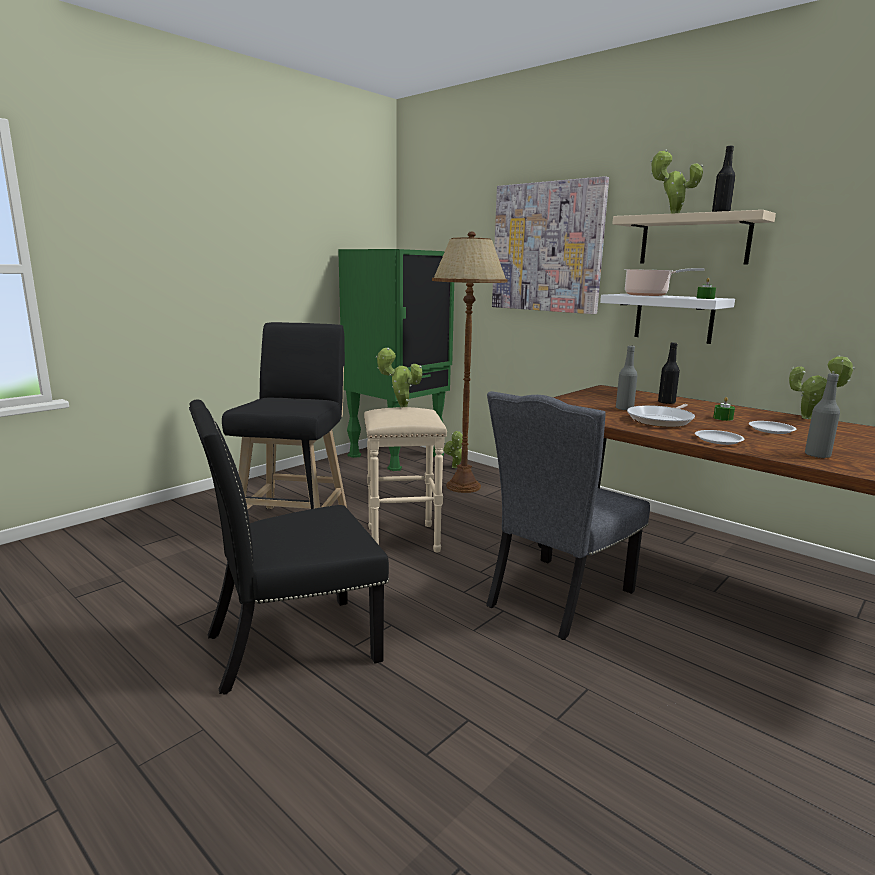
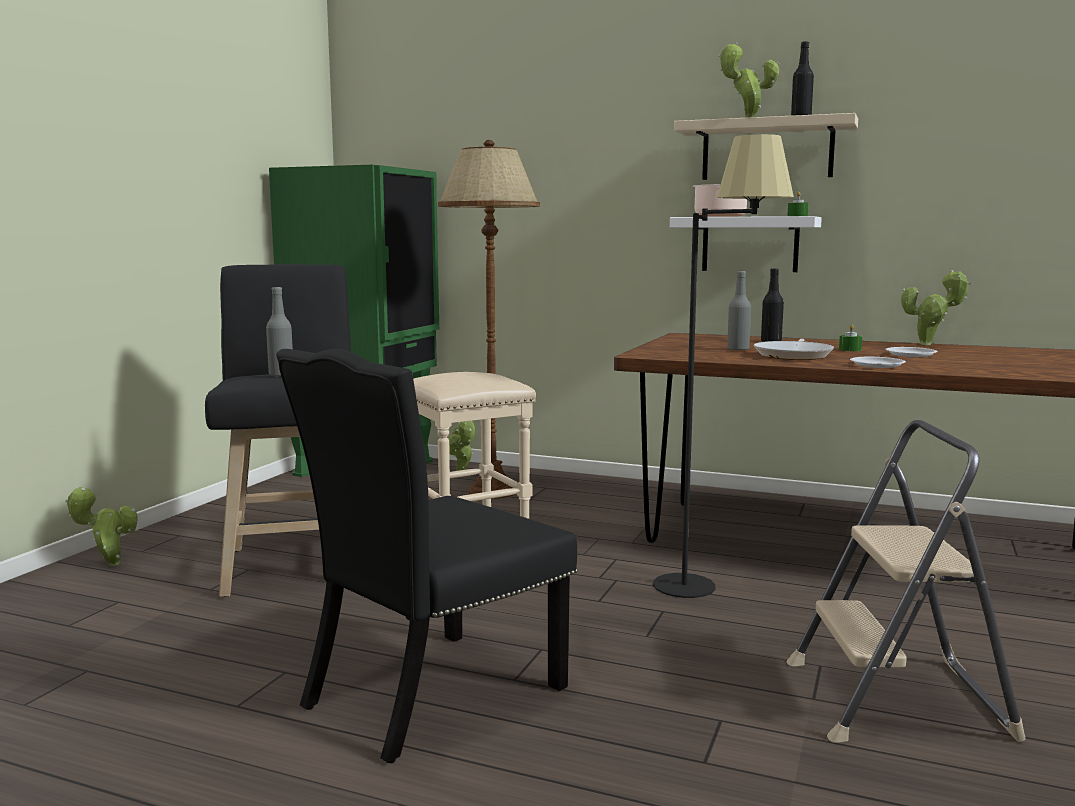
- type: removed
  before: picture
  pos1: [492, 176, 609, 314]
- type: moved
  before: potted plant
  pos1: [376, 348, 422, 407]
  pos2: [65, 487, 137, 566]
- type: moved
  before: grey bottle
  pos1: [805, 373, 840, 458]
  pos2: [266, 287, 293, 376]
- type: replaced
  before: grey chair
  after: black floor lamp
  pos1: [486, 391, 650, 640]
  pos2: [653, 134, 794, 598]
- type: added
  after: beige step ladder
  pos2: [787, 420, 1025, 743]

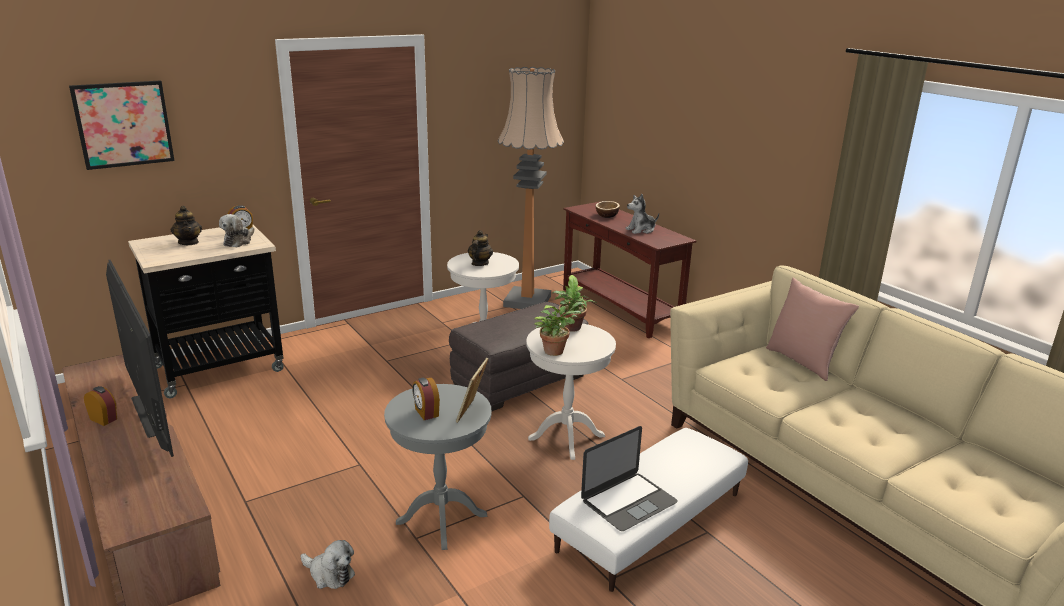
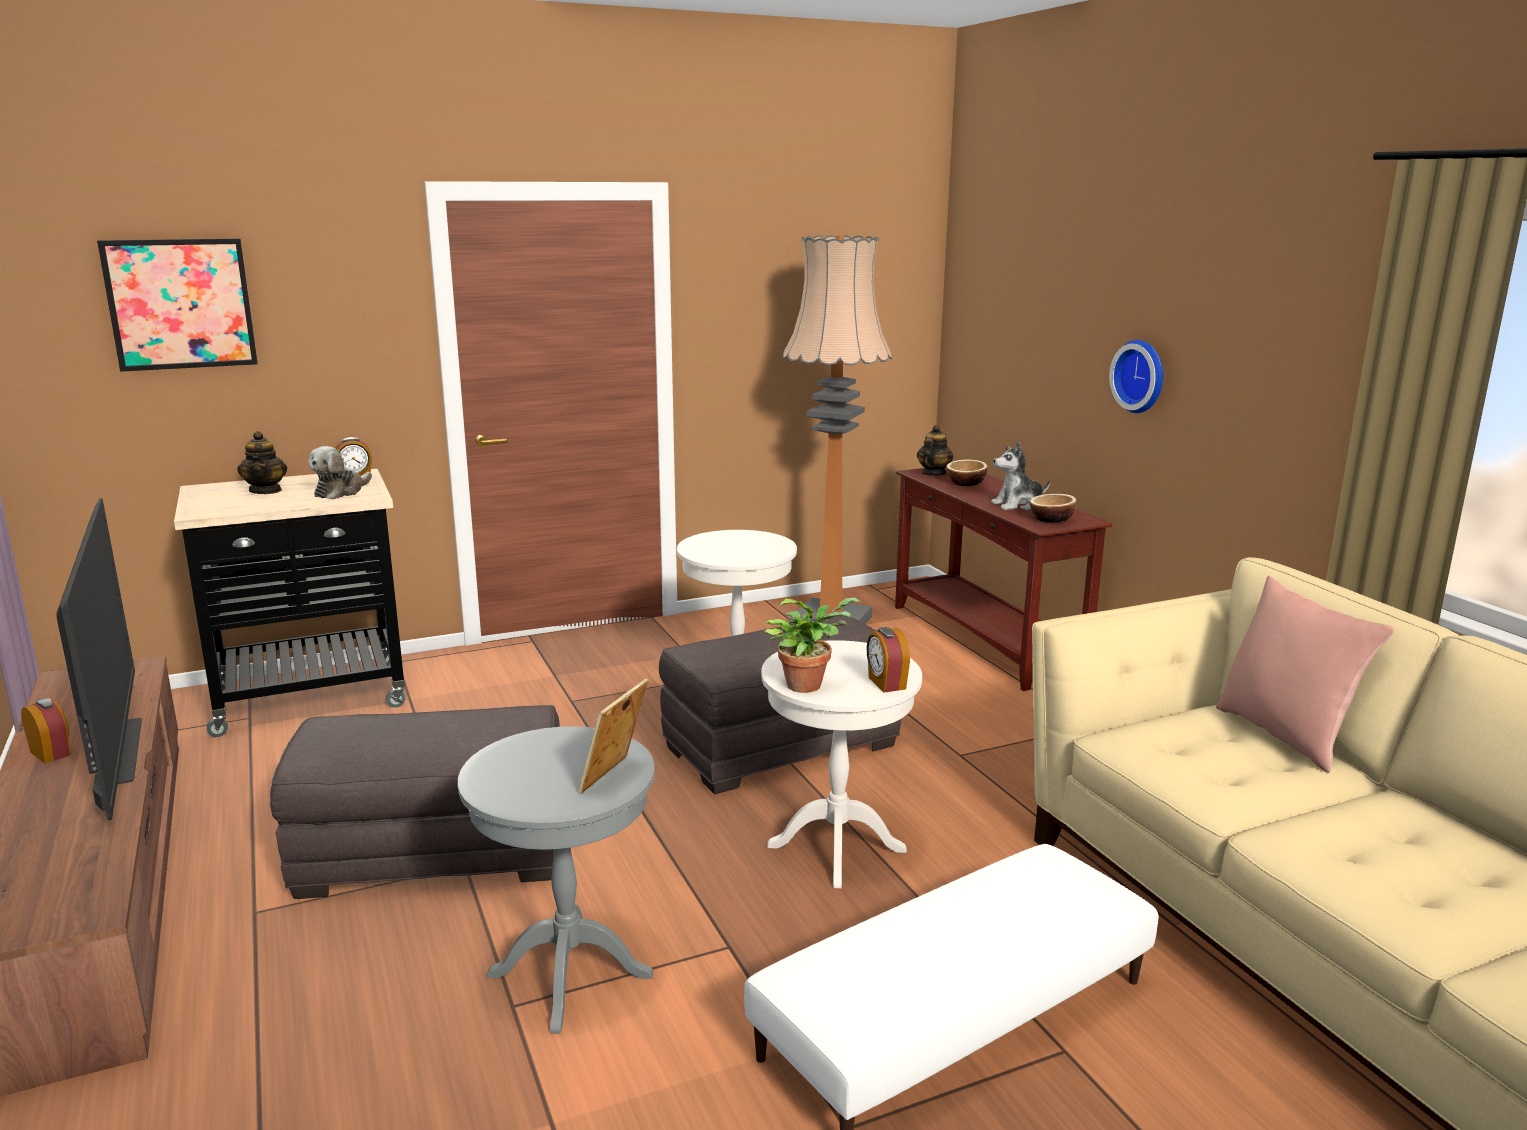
- type: moved
  before: teapot
  pos1: [468, 230, 493, 266]
  pos2: [917, 425, 953, 476]
- type: removed
  before: potted plant
  pos1: [552, 275, 597, 332]
- type: moved
  before: alarm clock
  pos1: [412, 378, 440, 420]
  pos2: [867, 627, 910, 693]
- type: removed
  before: laptop
  pos1: [581, 426, 678, 531]
- type: removed
  before: plush toy
  pos1: [301, 540, 355, 589]
- type: added
  after: wall clock
  pos2: [1109, 340, 1163, 413]
- type: added
  after: bowl
  pos2: [1030, 494, 1076, 523]
- type: added
  after: grey ottoman
  pos2: [270, 705, 560, 899]

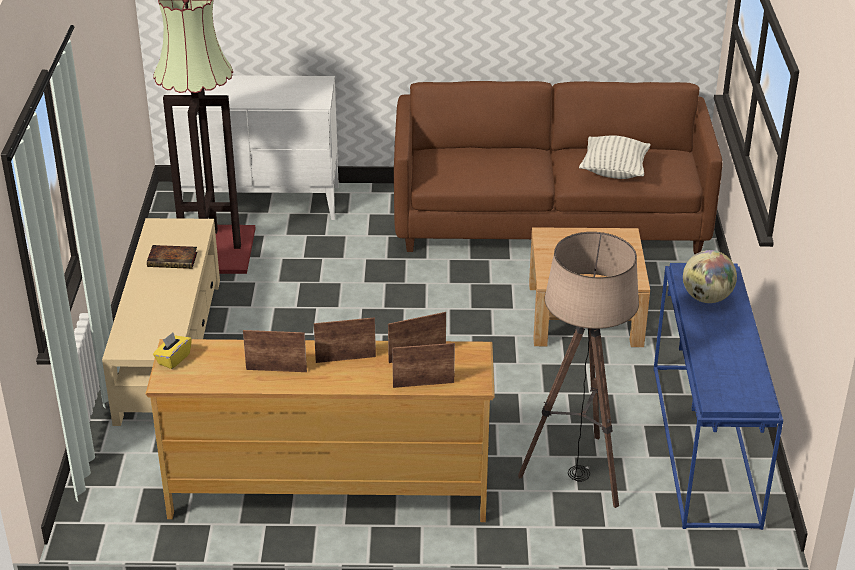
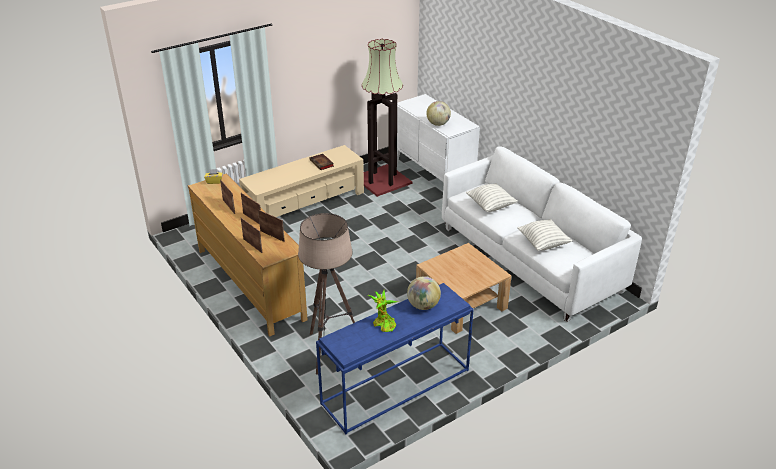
- type: recoloured
  before: brown sofa
  after: white sofa
  pos1: [394, 81, 722, 254]
  pos2: [442, 146, 642, 322]
- type: added
  after: globe
  pos2: [426, 101, 451, 126]
- type: added
  after: pillow
  pos2: [466, 183, 518, 212]
- type: added
  after: potted plant
  pos2: [368, 290, 398, 332]

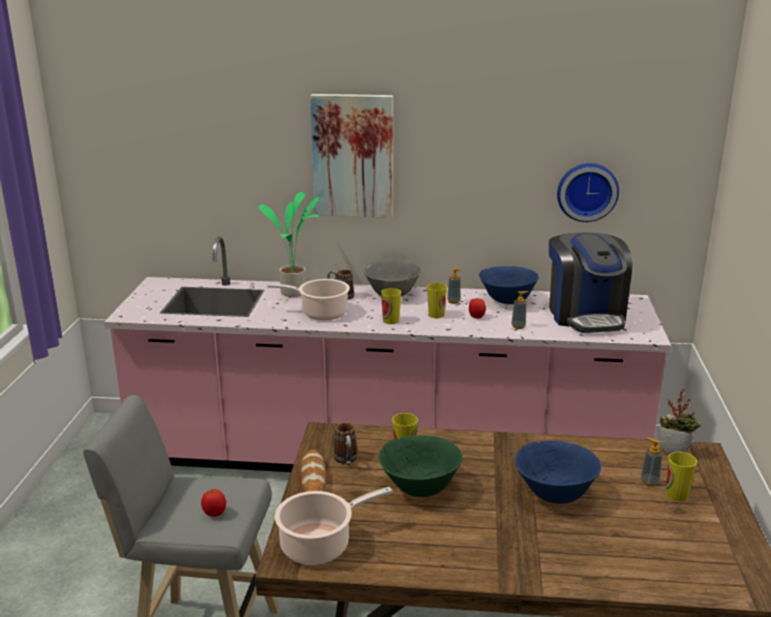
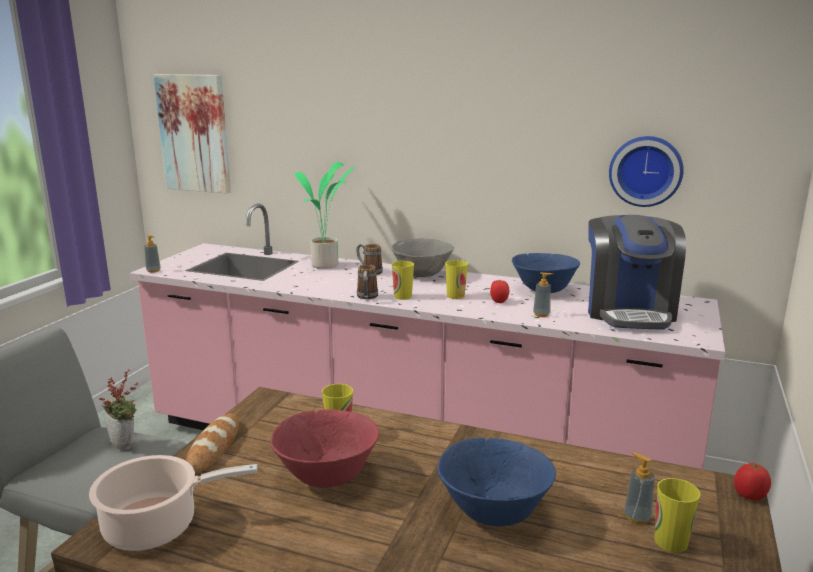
- type: moved
  before: picture
  pos1: [310, 94, 393, 218]
  pos2: [153, 74, 231, 194]
- type: moved
  before: soap dispenser
  pos1: [447, 268, 462, 304]
  pos2: [144, 235, 161, 273]
- type: removed
  before: cooking pot
  pos1: [267, 279, 350, 320]
- type: moved
  before: potted plant
  pos1: [659, 389, 701, 455]
  pos2: [99, 369, 139, 450]
- type: moved
  before: mug
  pos1: [333, 422, 358, 465]
  pos2: [357, 264, 378, 299]
- type: recoloured
  before: green bowl
  after: red bowl
  pos1: [379, 435, 462, 497]
  pos2: [271, 410, 379, 488]
- type: moved
  before: tomato
  pos1: [201, 489, 226, 517]
  pos2: [734, 463, 771, 500]

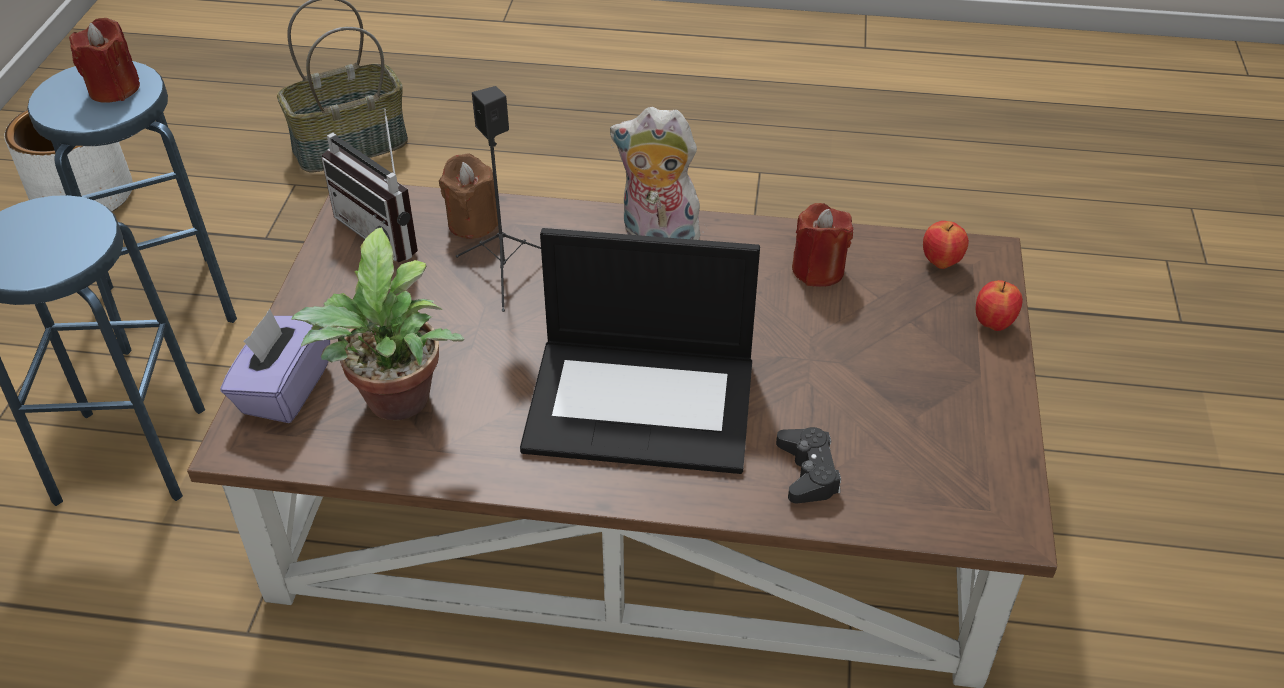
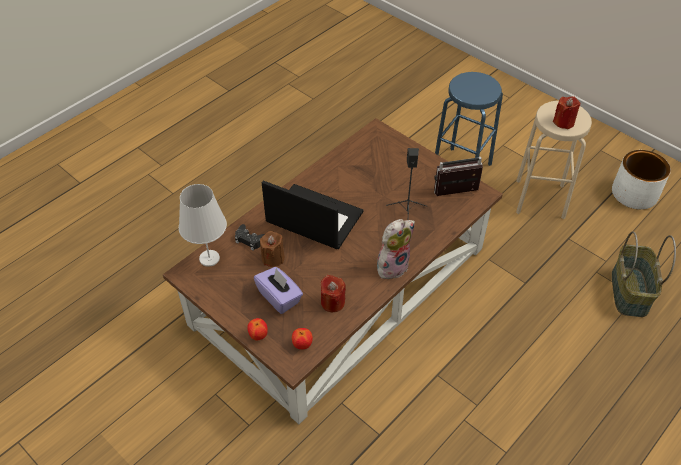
- type: recoloured
  before: blue stool
  after: beige stool
  pos1: [27, 61, 237, 355]
  pos2: [516, 101, 592, 219]
- type: moved
  before: brown candle
  pos1: [439, 153, 498, 239]
  pos2: [260, 231, 285, 267]
- type: removed
  before: potted plant
  pos1: [291, 227, 465, 420]
- type: turned
  before: laptop
  pos1: [520, 228, 760, 474]
  pos2: [262, 181, 363, 249]
  turn: 75
- type: moved
  before: purple tissue box
  pos1: [220, 309, 330, 423]
  pos2: [254, 267, 303, 314]
- type: added
  after: white table lamp
  pos2: [179, 184, 227, 267]

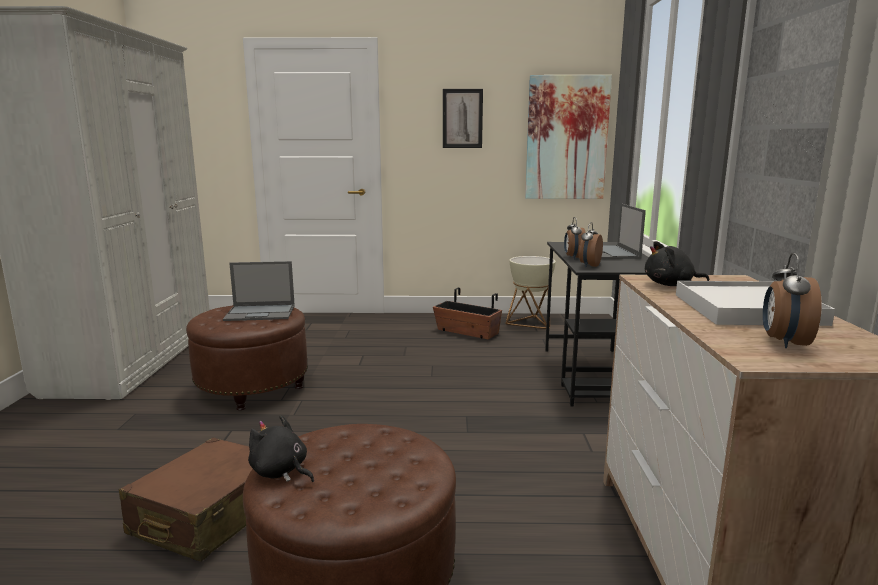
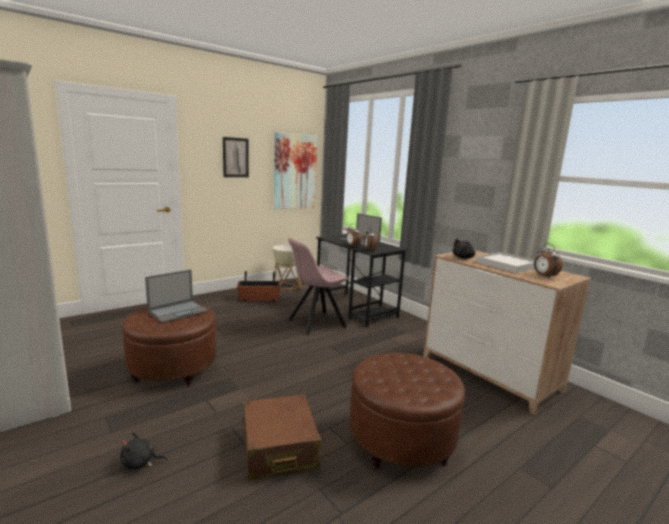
- type: moved
  before: black plush toy
  pos1: [248, 415, 314, 482]
  pos2: [120, 432, 167, 469]
- type: added
  after: pink chair
  pos2: [288, 238, 348, 335]

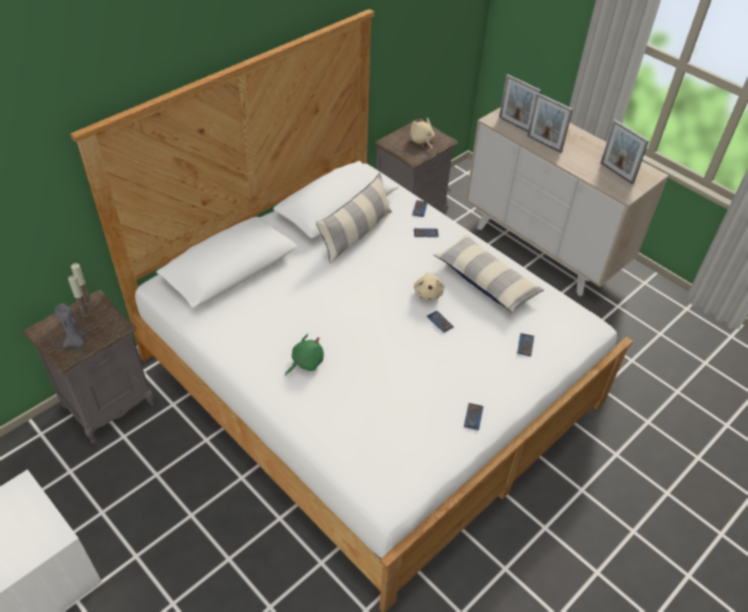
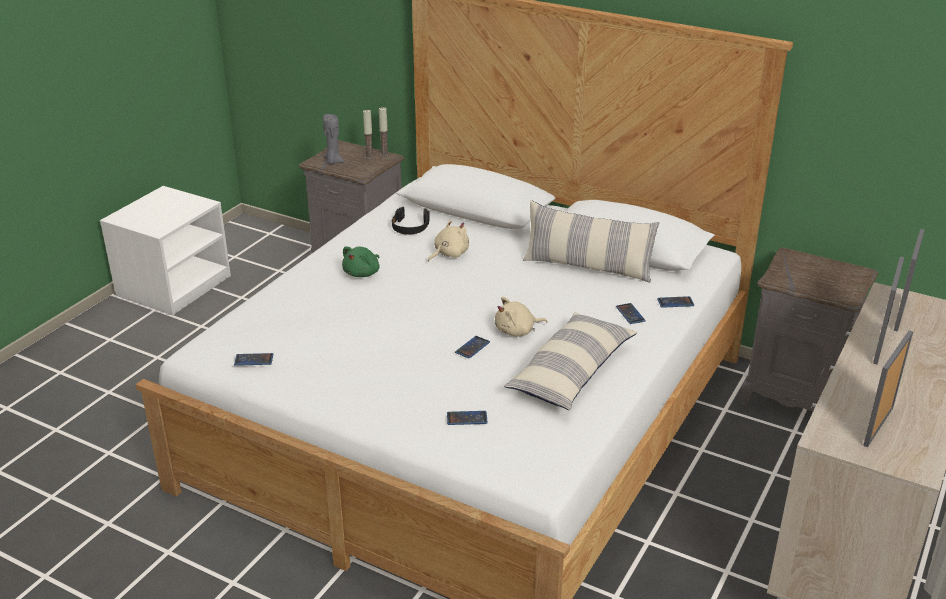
- type: moved
  before: beige plush toy
  pos1: [410, 118, 435, 150]
  pos2: [428, 220, 469, 262]
- type: turned
  before: green plush toy
  pos1: [285, 334, 324, 375]
  pos2: [342, 246, 380, 277]
  turn: 90
- type: moved
  before: phone
  pos1: [464, 403, 483, 430]
  pos2: [234, 353, 273, 366]
- type: added
  after: black headphones
  pos2: [392, 207, 430, 235]

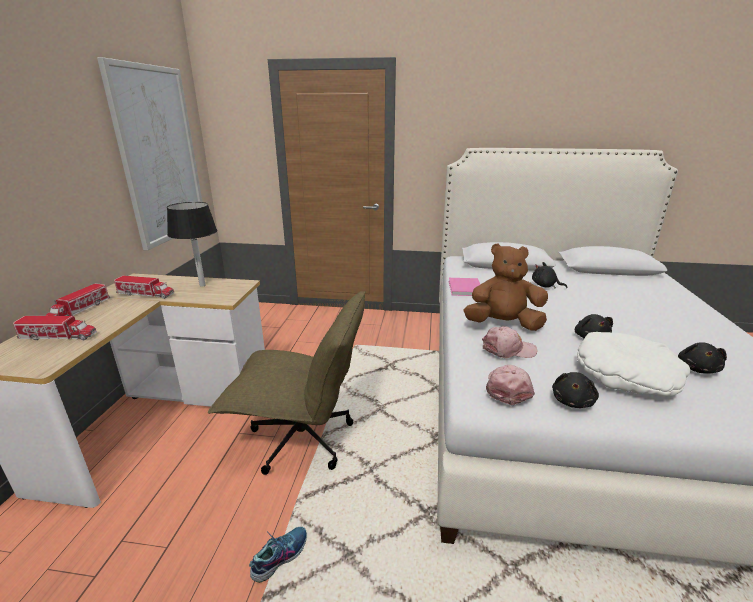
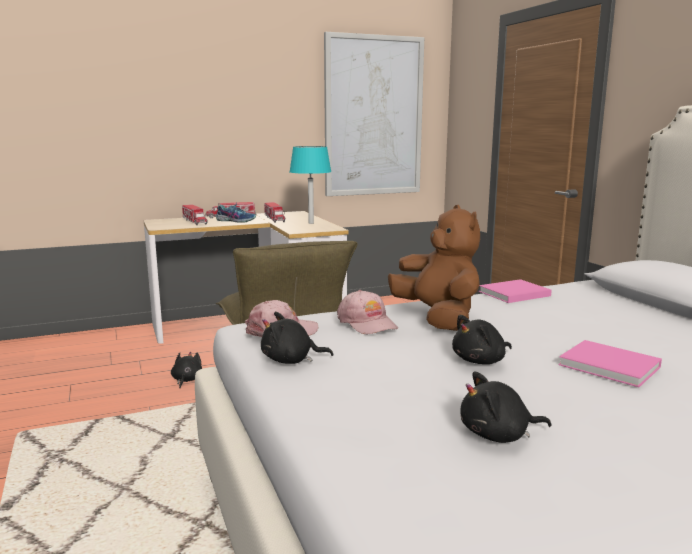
- type: recoloured
  before: black table lamp
  after: turquoise table lamp
  pos1: [167, 202, 217, 287]
  pos2: [289, 146, 332, 224]
- type: moved
  before: black plush toy
  pos1: [532, 262, 567, 288]
  pos2: [171, 352, 202, 388]
- type: removed
  before: white pillow
  pos1: [577, 332, 690, 397]
- type: moved
  before: shoe
  pos1: [249, 527, 307, 583]
  pos2: [216, 203, 256, 223]
- type: added
  after: pink book
  pos2: [558, 340, 662, 387]

